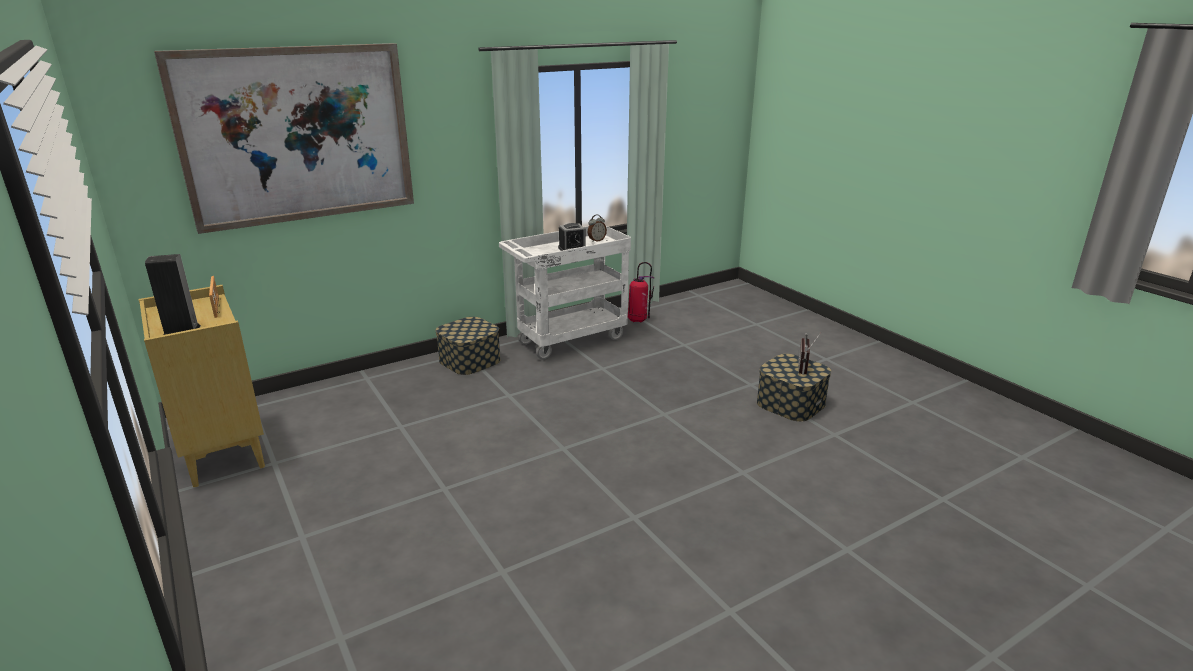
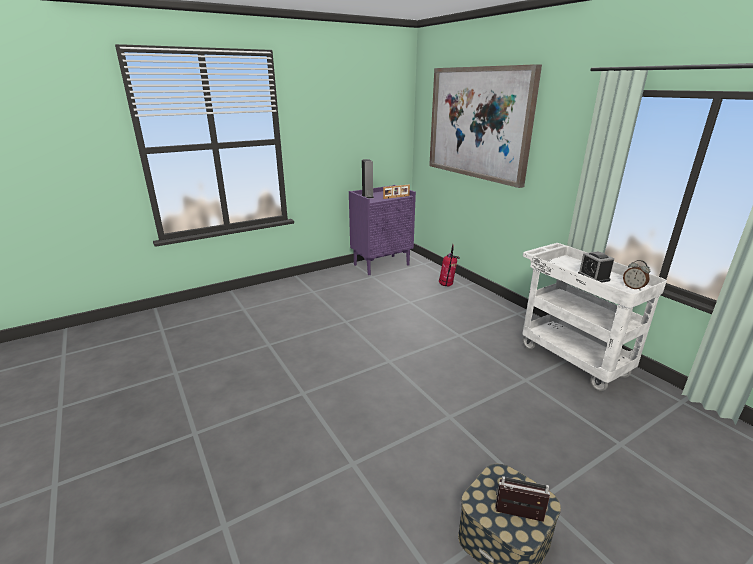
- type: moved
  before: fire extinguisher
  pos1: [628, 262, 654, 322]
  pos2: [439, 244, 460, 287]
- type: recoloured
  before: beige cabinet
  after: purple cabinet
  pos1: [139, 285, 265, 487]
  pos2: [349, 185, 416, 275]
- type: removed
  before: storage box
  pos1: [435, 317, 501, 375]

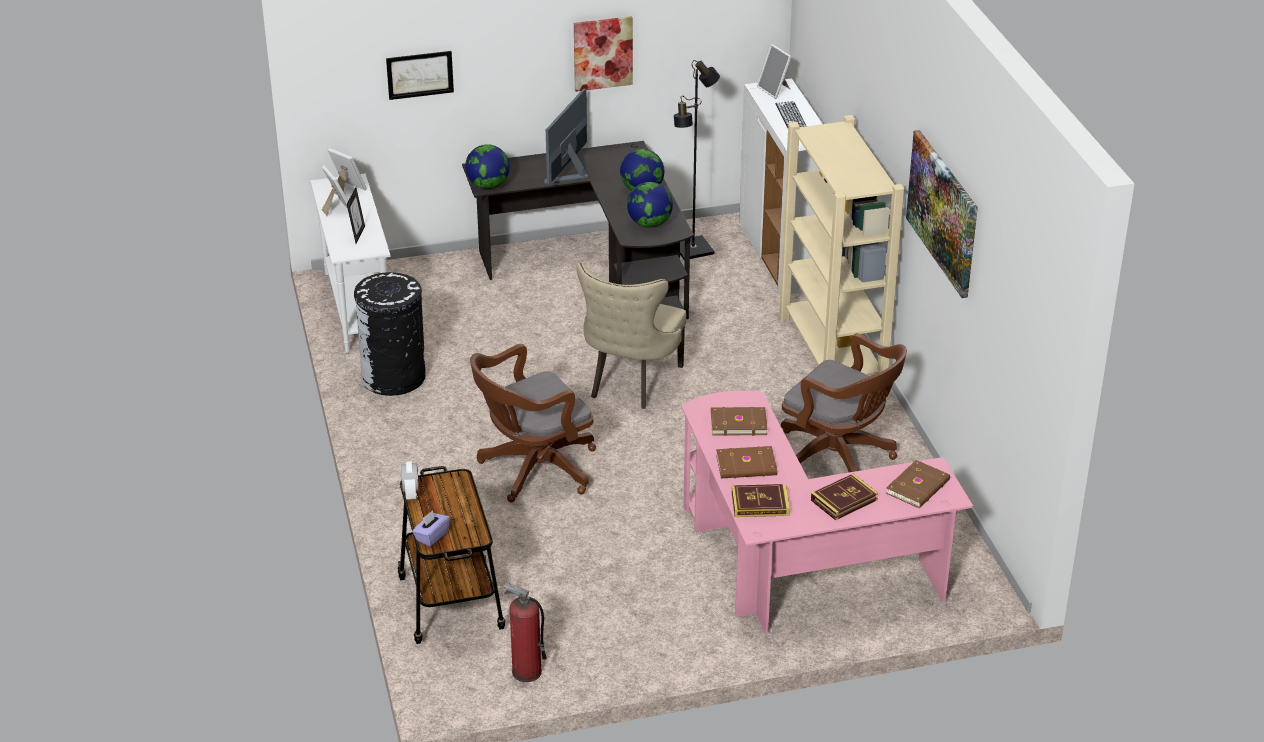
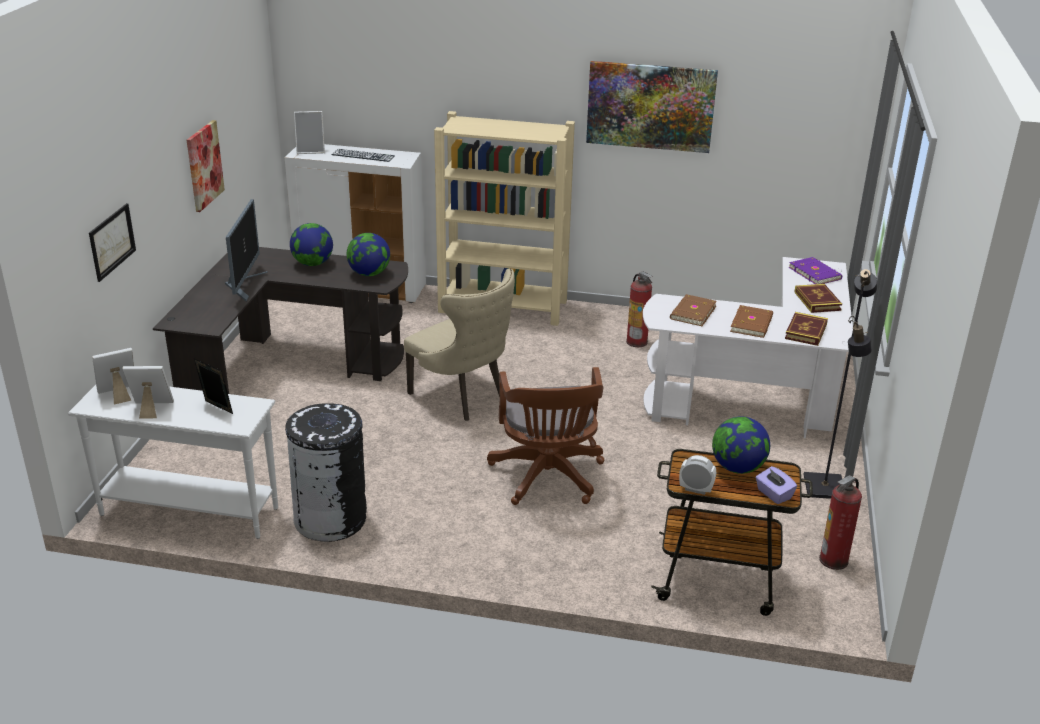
- type: moved
  before: black floor lamp
  pos1: [674, 60, 720, 260]
  pos2: [804, 269, 877, 499]
- type: turned
  before: monitor
  pos1: [545, 88, 589, 184]
  pos2: [225, 199, 268, 301]
  turn: -135
- type: moved
  before: globe
  pos1: [465, 144, 510, 189]
  pos2: [712, 416, 770, 474]
- type: replaced
  before: brown office chair
  after: fire extinguisher
  pos1: [781, 333, 907, 472]
  pos2: [626, 272, 653, 347]
- type: recoloured
  before: pink desk
  after: white desk
  pos1: [681, 391, 973, 634]
  pos2: [643, 257, 853, 438]
- type: recoloured
  before: brown book
  after: purple book
  pos1: [886, 460, 950, 508]
  pos2: [788, 257, 842, 284]

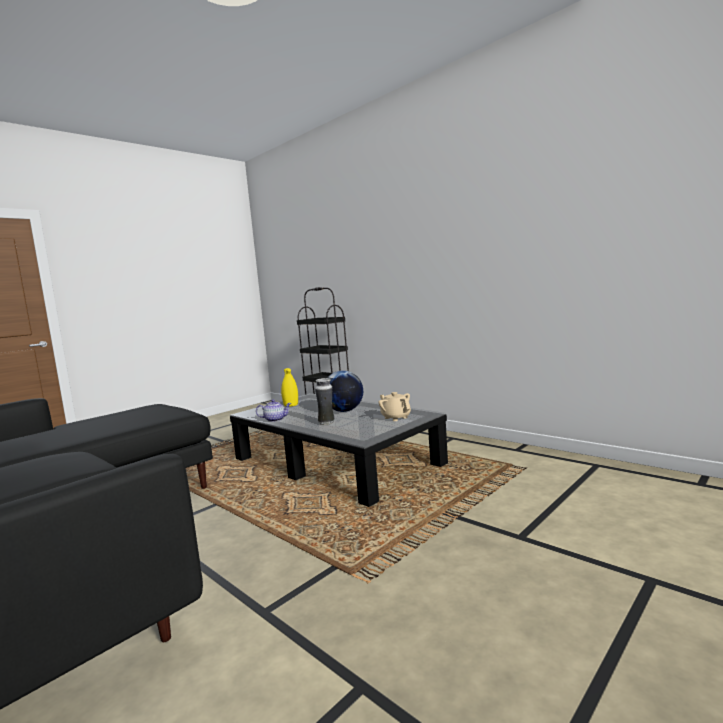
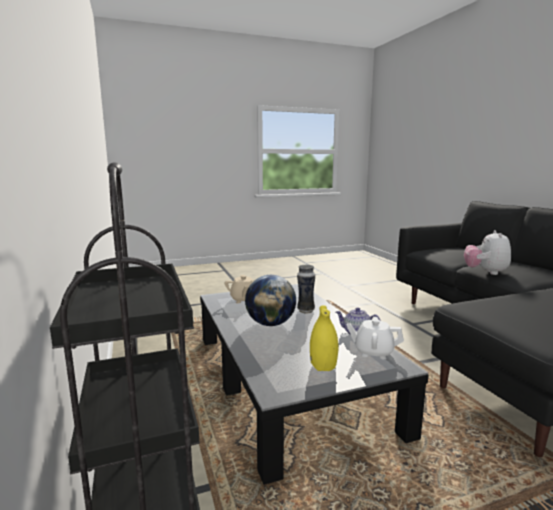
- type: added
  after: plush toy
  pos2: [464, 230, 511, 275]
- type: added
  after: white teapot
  pos2: [347, 317, 404, 359]

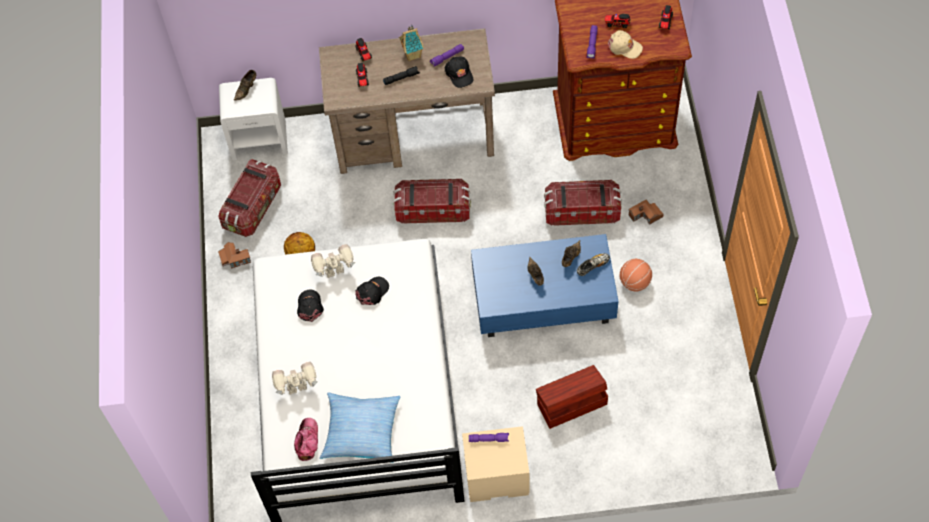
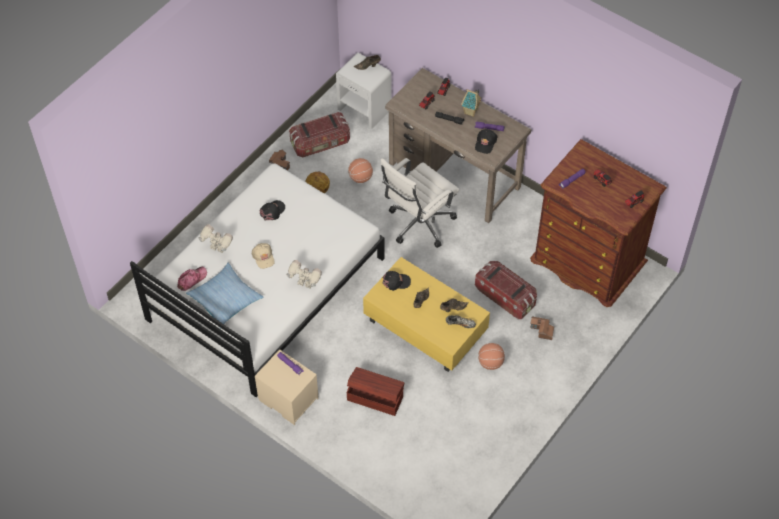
- type: moved
  before: beige cap
  pos1: [608, 30, 643, 59]
  pos2: [252, 243, 275, 269]
- type: replaced
  before: storage box
  after: white office chair
  pos1: [393, 179, 471, 224]
  pos2: [381, 158, 459, 248]
- type: recoloured
  before: blue coffee table
  after: yellow coffee table
  pos1: [471, 234, 618, 337]
  pos2: [363, 257, 490, 372]
- type: moved
  before: toy robot
  pos1: [311, 244, 355, 278]
  pos2: [286, 260, 322, 288]
- type: moved
  before: black cap
  pos1: [355, 277, 389, 305]
  pos2: [382, 271, 411, 291]
- type: added
  after: basketball
  pos2: [348, 158, 373, 183]

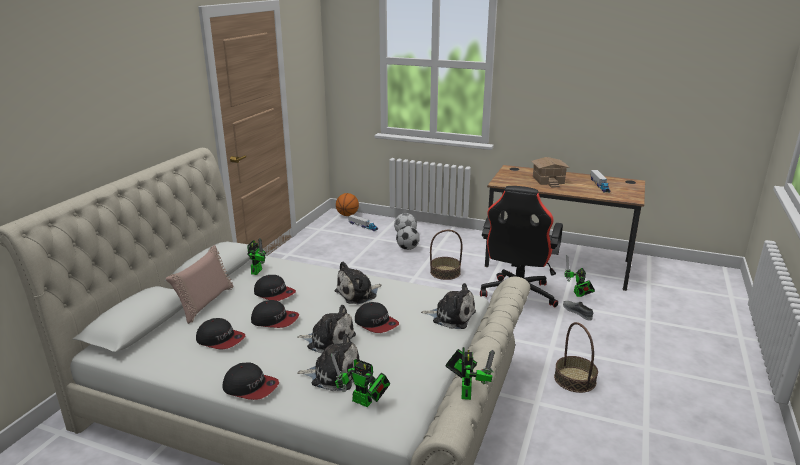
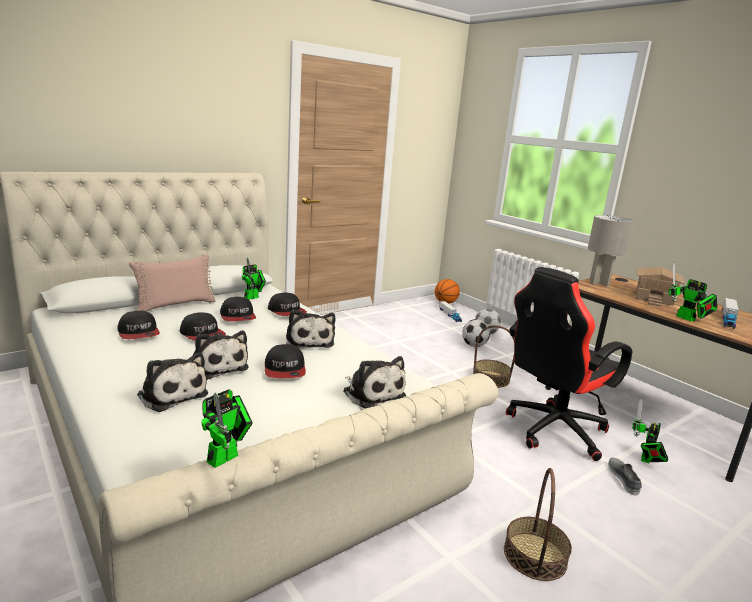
- type: turned
  before: plush toy
  pos1: [335, 261, 382, 304]
  pos2: [286, 310, 335, 349]
  turn: -105
- type: moved
  before: toy robot
  pos1: [331, 353, 390, 407]
  pos2: [669, 262, 717, 321]
- type: moved
  before: cap
  pos1: [222, 363, 279, 400]
  pos2: [268, 292, 307, 316]
- type: added
  after: grey table lamp
  pos2: [588, 215, 633, 287]

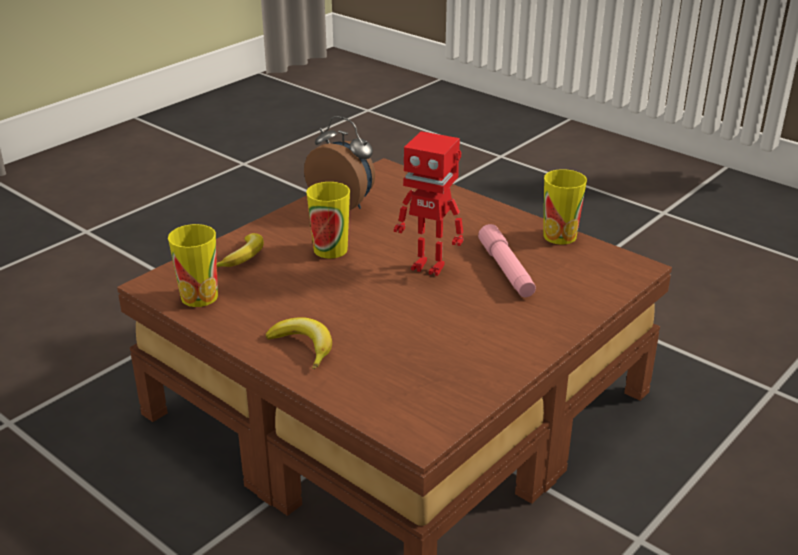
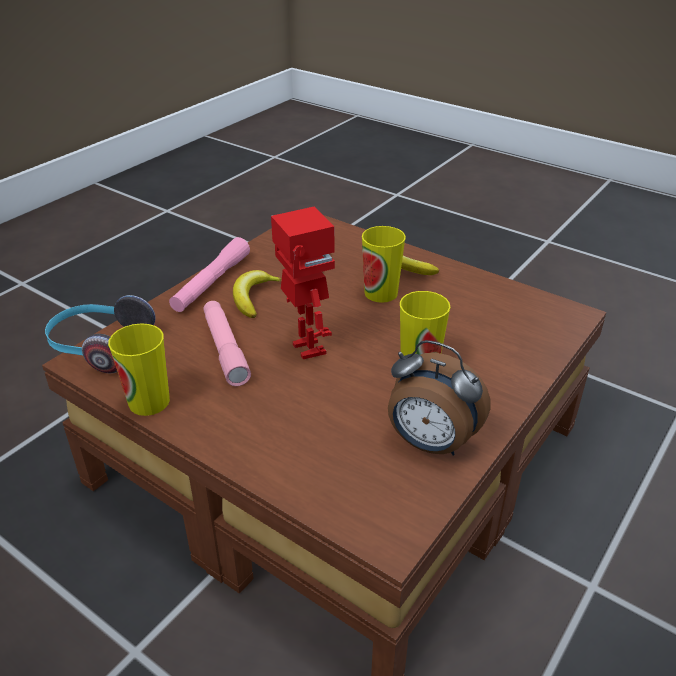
- type: turned
  before: toy robot
  pos1: [394, 131, 463, 276]
  pos2: [271, 207, 335, 359]
  turn: 45
- type: moved
  before: cup
  pos1: [168, 224, 218, 307]
  pos2: [362, 226, 406, 303]
- type: moved
  before: banana
  pos1: [217, 233, 264, 267]
  pos2: [233, 270, 282, 318]
- type: added
  after: pink flashlight
  pos2: [169, 237, 250, 312]
- type: added
  after: headphones
  pos2: [45, 295, 155, 373]

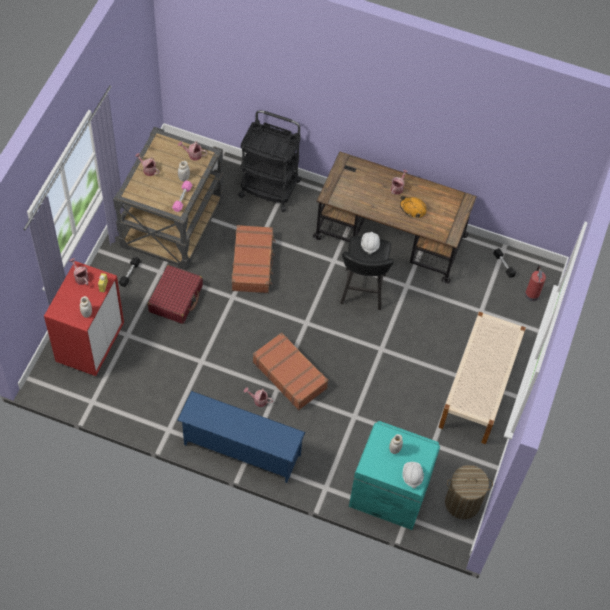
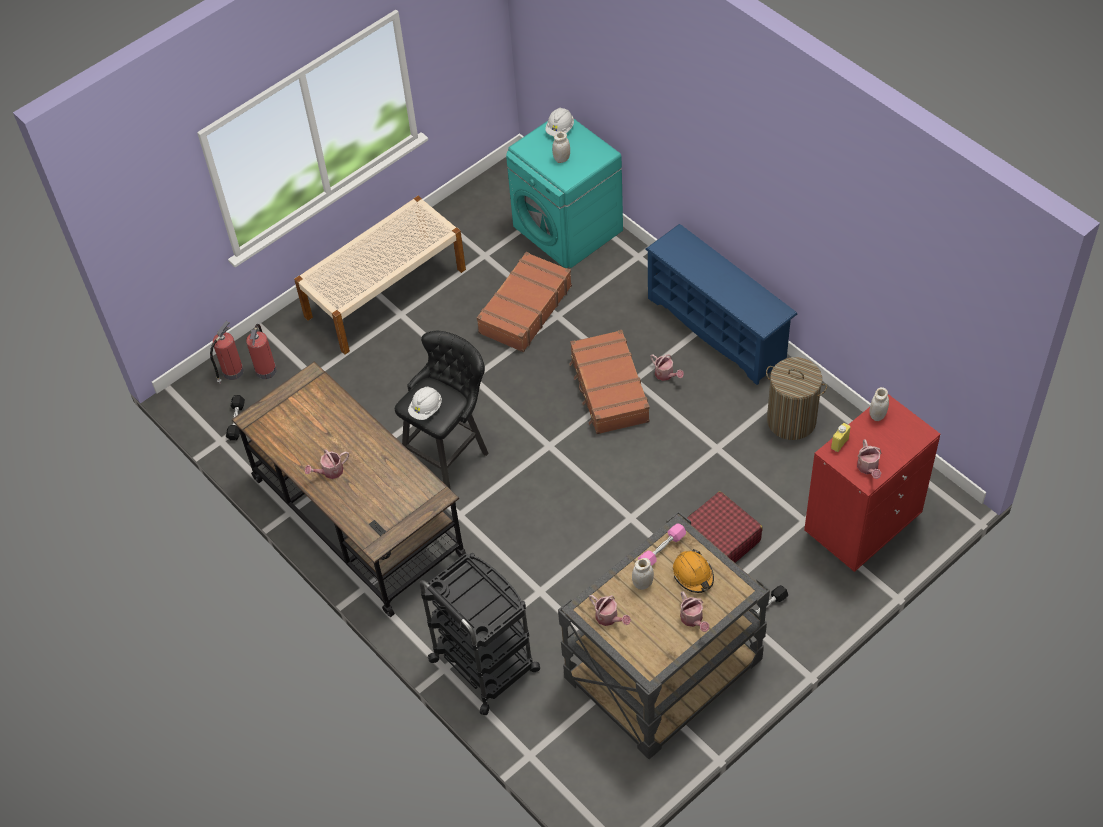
- type: moved
  before: orange hard hat
  pos1: [400, 196, 427, 218]
  pos2: [673, 549, 714, 593]
- type: moved
  before: brown suitcase
  pos1: [231, 225, 275, 293]
  pos2: [477, 252, 572, 352]
- type: moved
  before: laundry basket
  pos1: [445, 465, 493, 519]
  pos2: [766, 357, 827, 440]
- type: added
  after: fire extinguisher
  pos2: [246, 324, 277, 379]

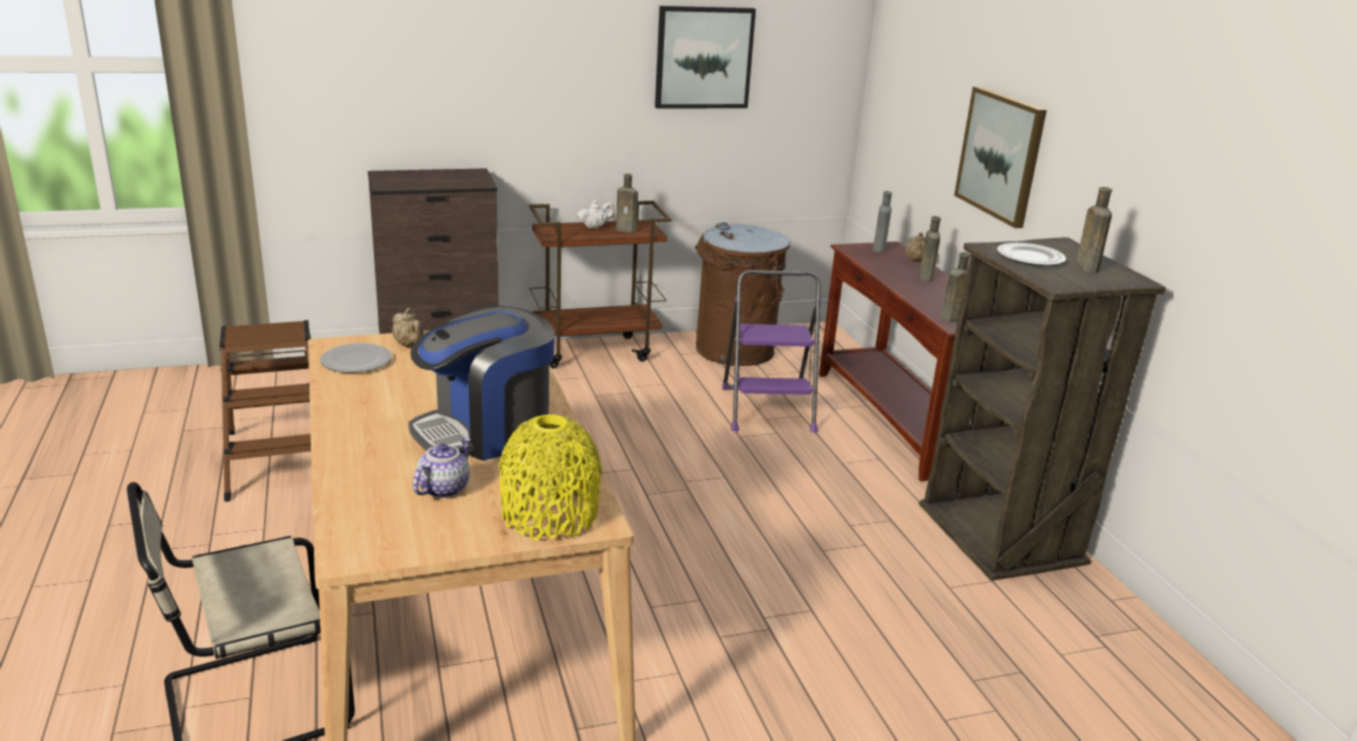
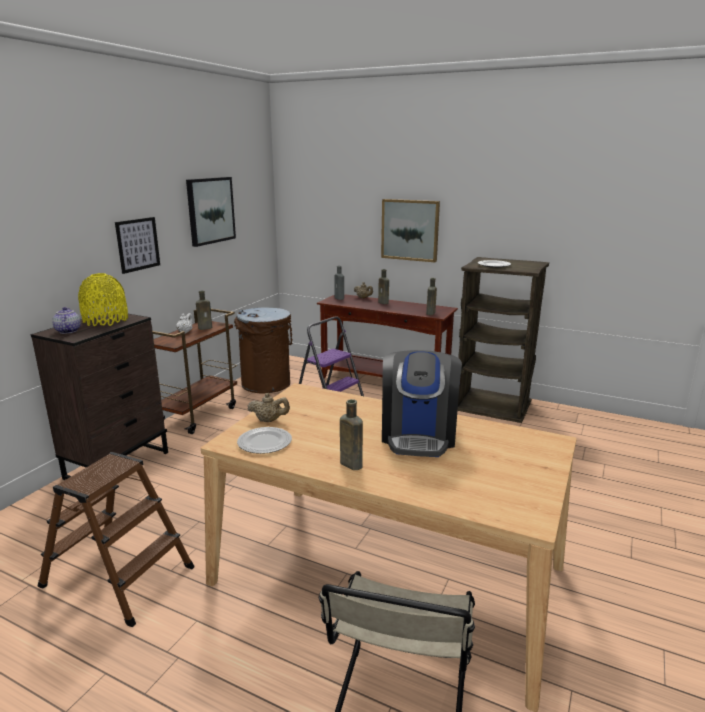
- type: moved
  before: brown bottle
  pos1: [1076, 187, 1112, 273]
  pos2: [340, 399, 363, 470]
- type: moved
  before: yellow vase
  pos1: [498, 414, 602, 540]
  pos2: [78, 273, 128, 326]
- type: moved
  before: teapot
  pos1: [412, 438, 471, 498]
  pos2: [52, 307, 81, 334]
- type: added
  after: picture
  pos2: [115, 217, 160, 274]

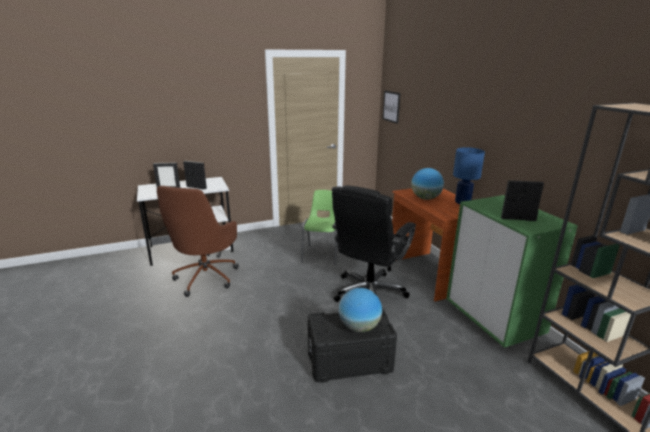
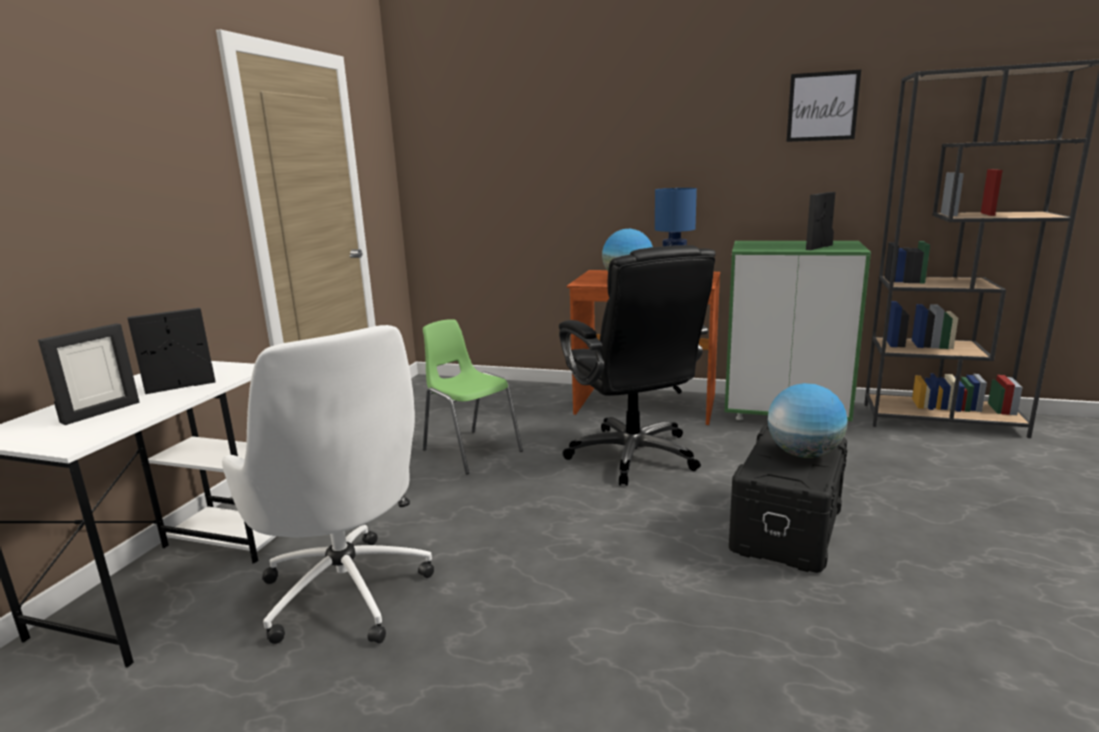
- type: moved
  before: picture
  pos1: [383, 90, 401, 124]
  pos2: [786, 70, 861, 142]
- type: recoloured
  before: brown office chair
  after: white office chair
  pos1: [157, 186, 239, 297]
  pos2: [222, 325, 434, 644]

